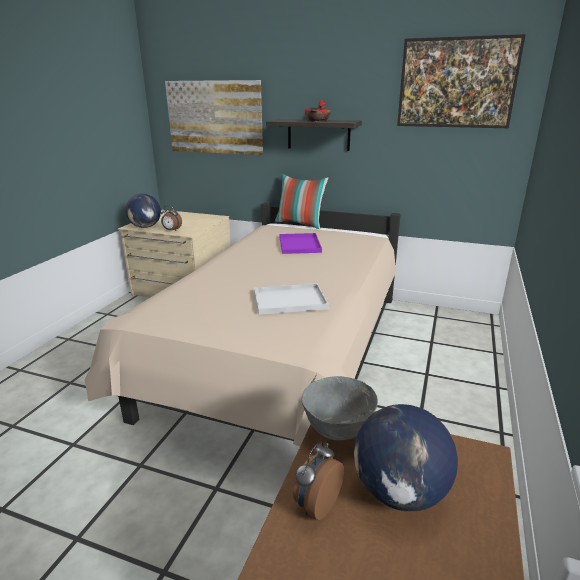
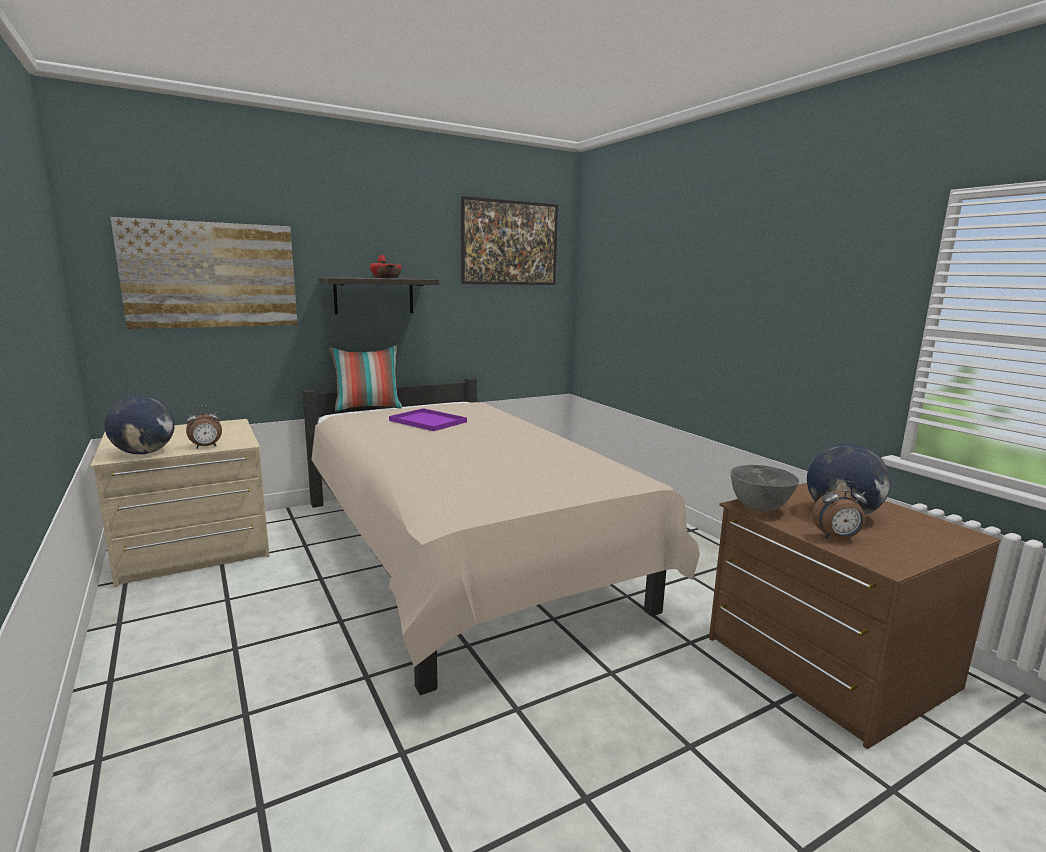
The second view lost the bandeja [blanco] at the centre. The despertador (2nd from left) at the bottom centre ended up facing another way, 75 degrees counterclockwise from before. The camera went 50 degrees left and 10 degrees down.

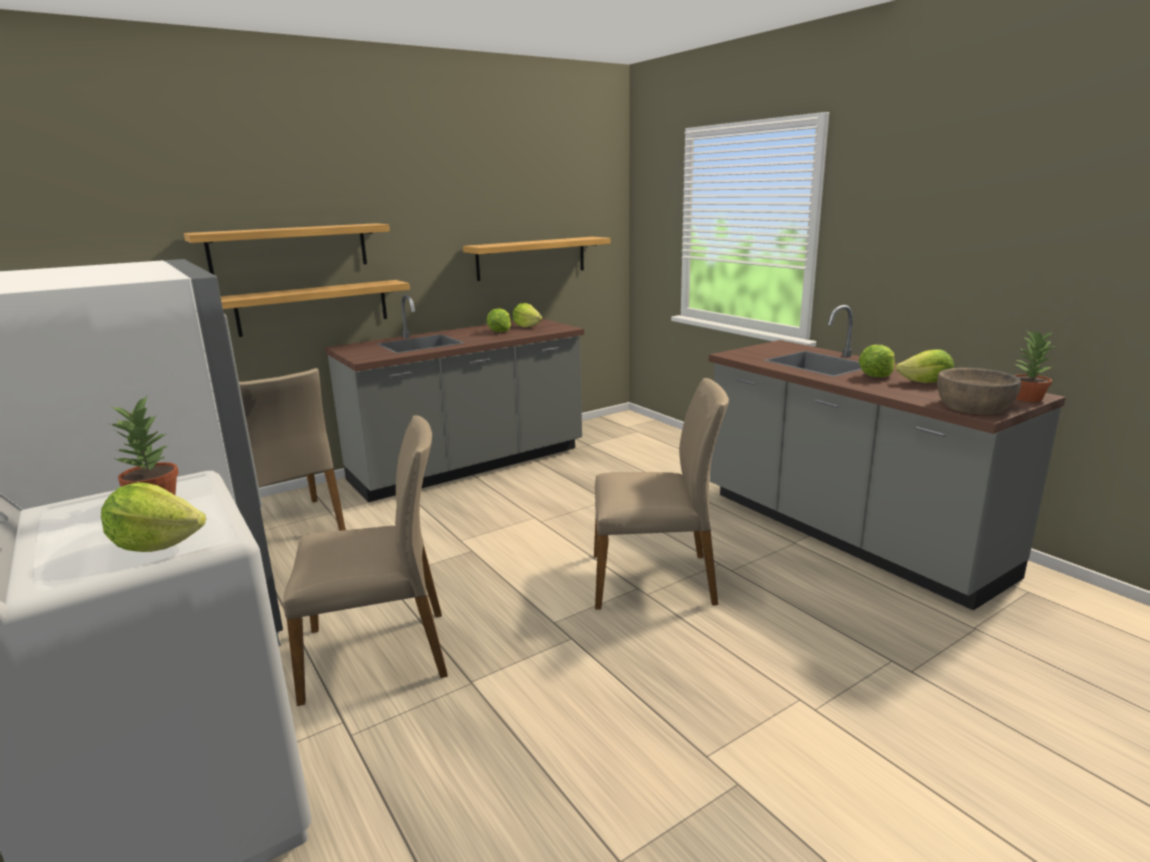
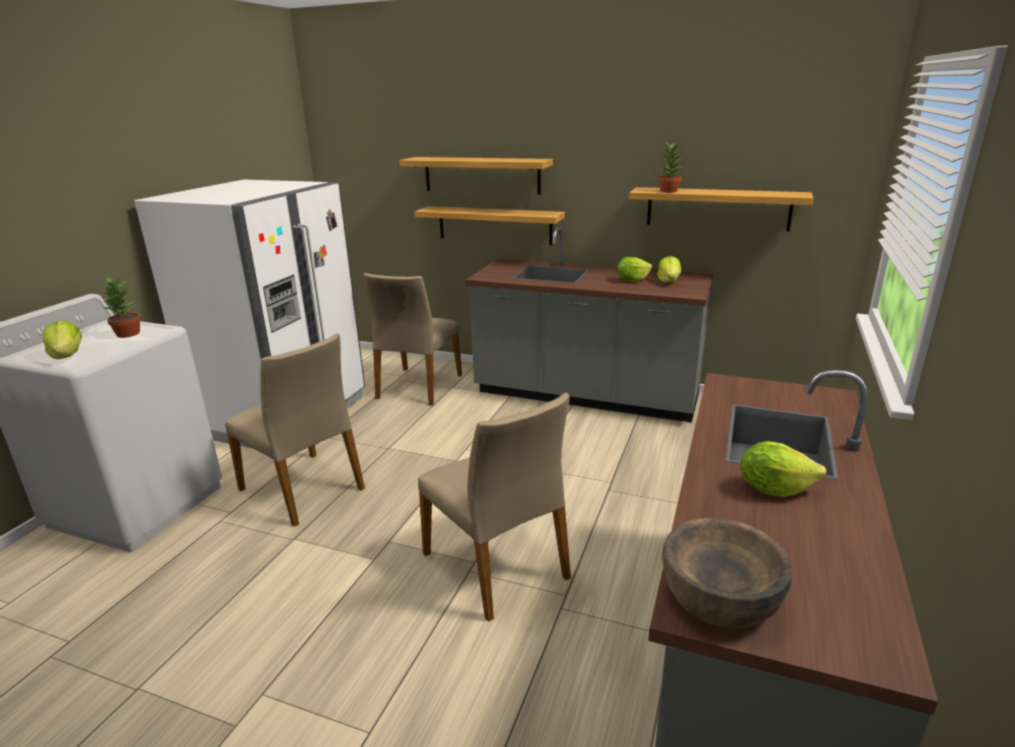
The second view lost the lechuga (5th from left) at the middle right. The planta en maceta (2nd from left) ended up elsewhere, having gone from the middle right to the top centre. The camera went 55 degrees right and 5 degrees up.

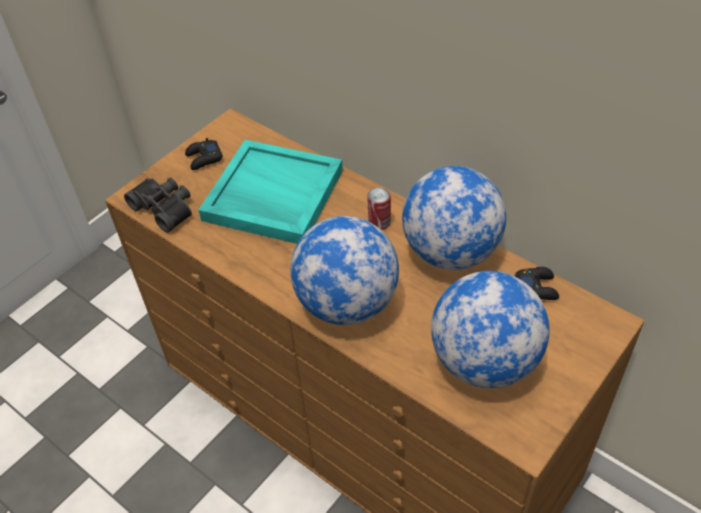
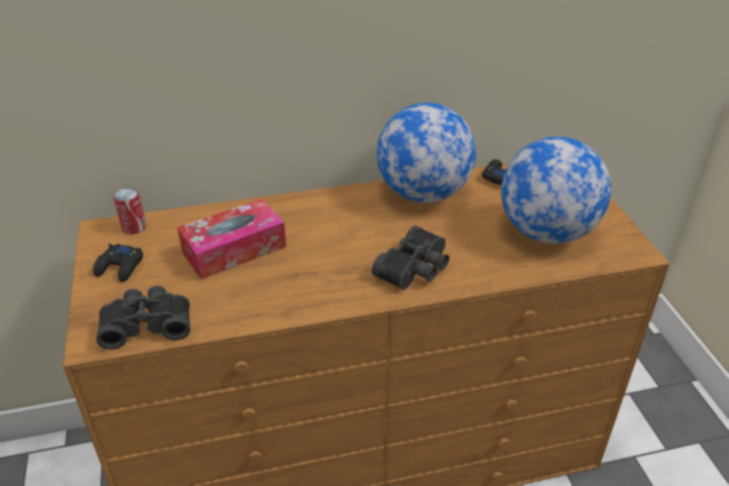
The lata ended up elsewhere, having gone from the centre to the middle left. Where the bandeja [turquesa] stood at the centre, the caja de pañuelos came to stand at the middle left. Where the globo terráqueo (1st from left) stood at the centre, the prismáticos [negro] (2nd from left) came to stand at the centre. The camera went 55 degrees left and 10 degrees down.

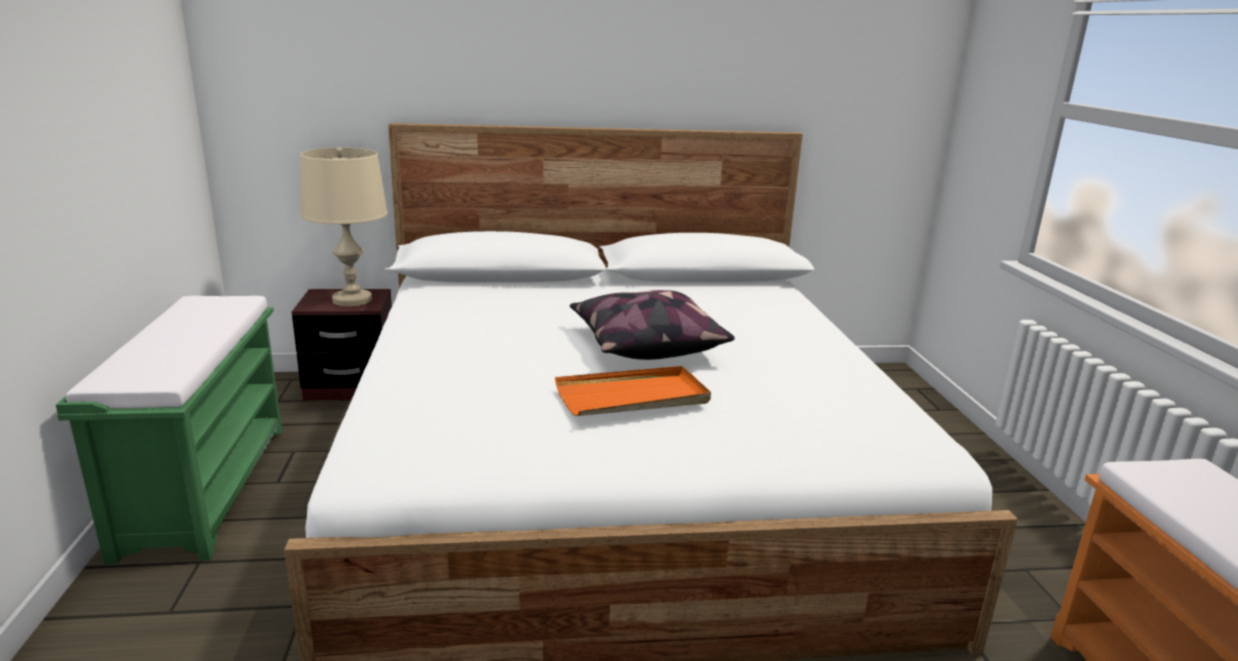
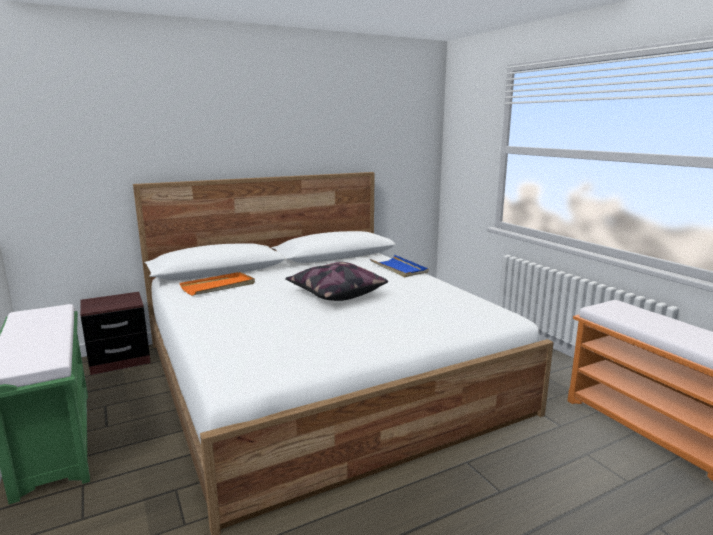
The second view lost the lámpara de mesa [beis] at the middle left. The second view gained the bandeja [azul] at the centre. The bandeja [naranja] ended up elsewhere, having gone from the centre to the middle left. The camera went 20 degrees left and 5 degrees down.

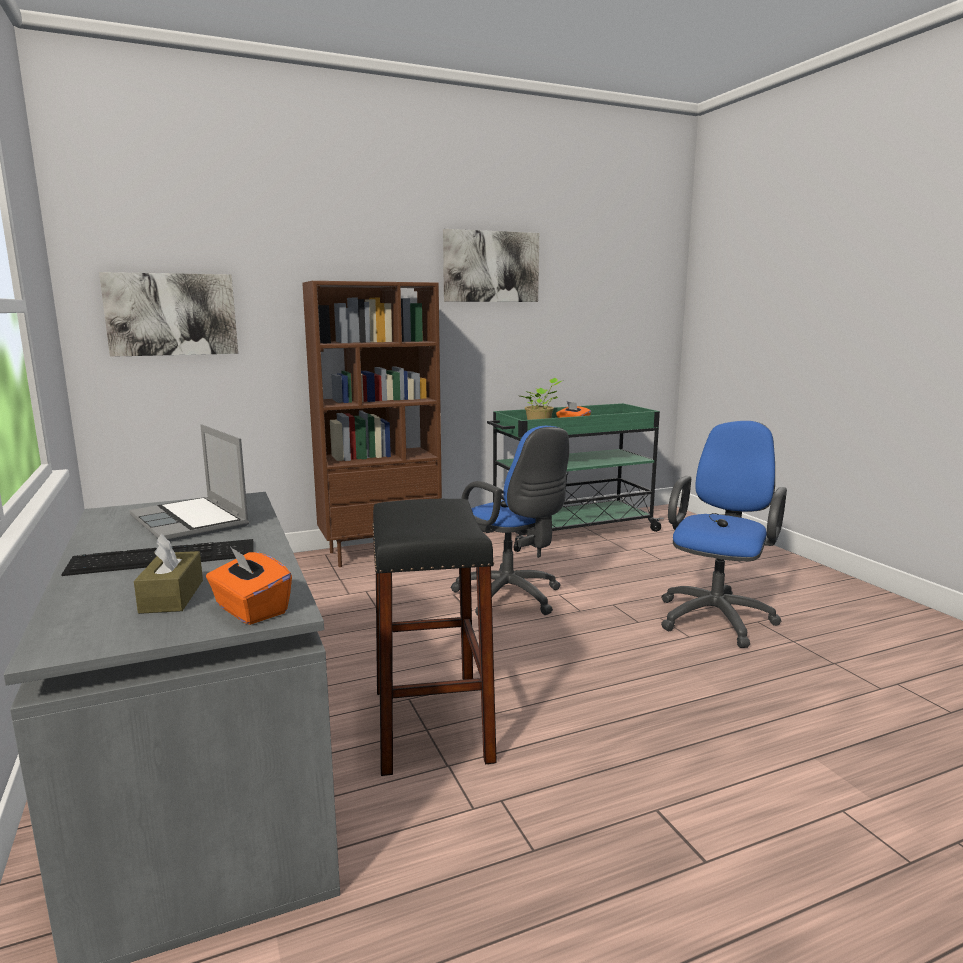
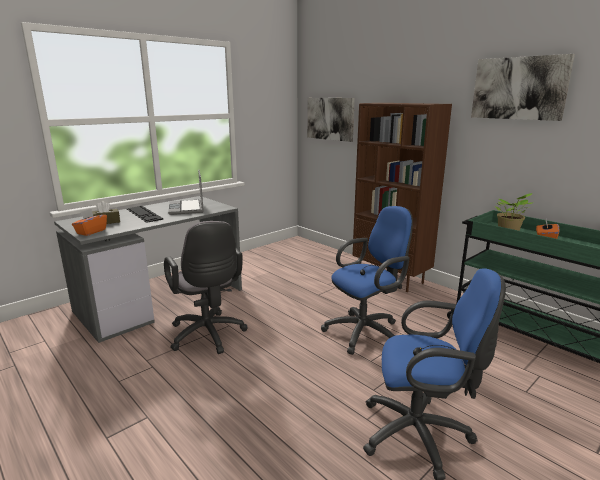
Where the taburete [negro] stood at the centre, the silla de oficina [gris] came to stand at the centre. The portátil at the middle left ended up facing another way, 45 degrees counterclockwise from before. The silla de oficina [azul] (1st from left) at the centre ended up facing another way, 150 degrees counterclockwise from before. The camera went 70 degrees right and 5 degrees up.

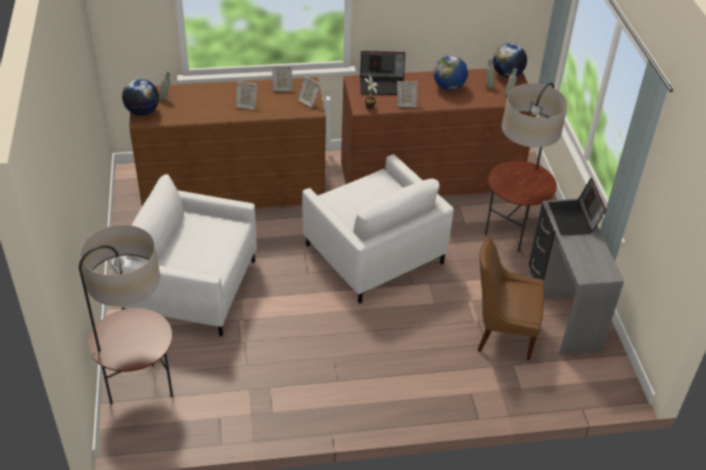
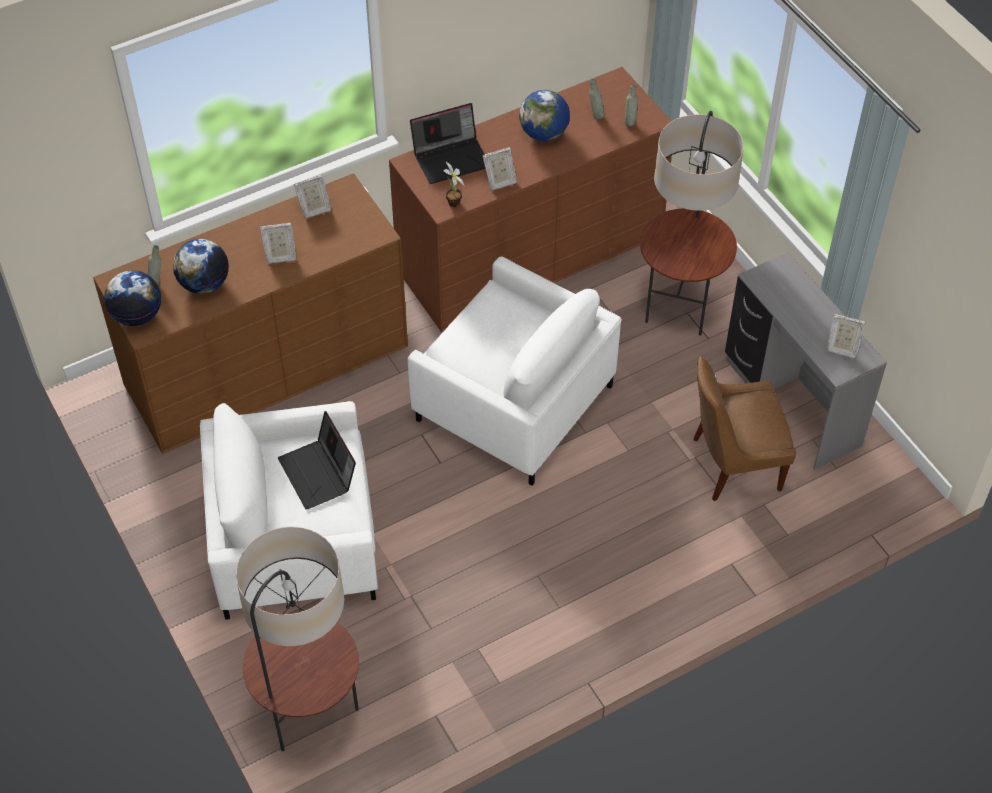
The portarretratos (3rd from left in the first image) ended up elsewhere, having gone from the top centre to the middle right. The globo terráqueo (3rd from left in the first image) ended up elsewhere, having gone from the top right to the middle left. The portátil (2nd from left in the first image) ended up elsewhere, having gone from the middle right to the middle left. The camera went 20 degrees left and 10 degrees up.

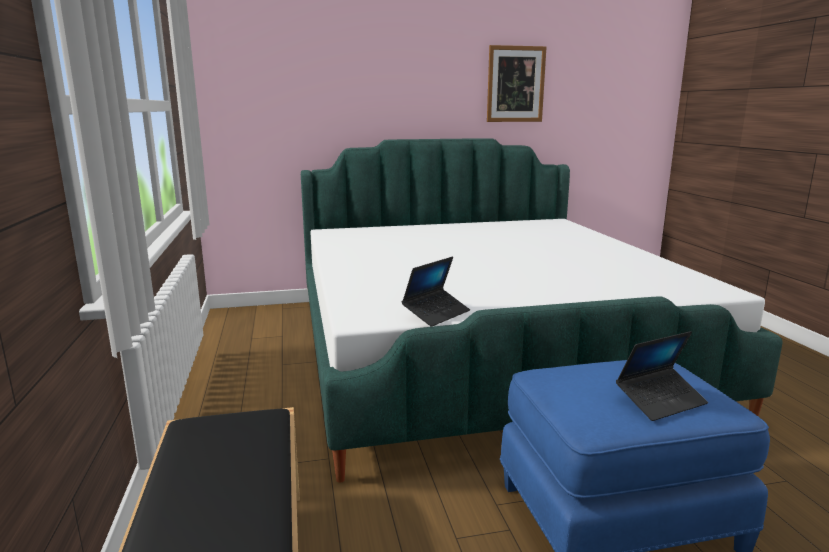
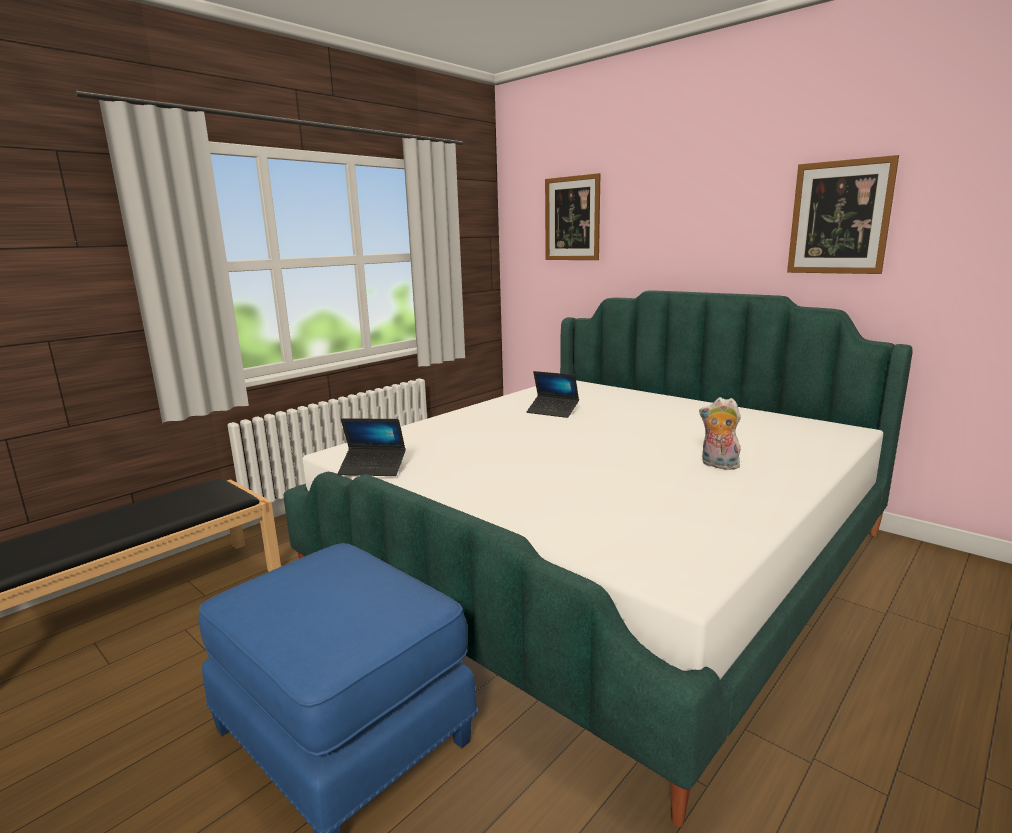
The second view gained the cuadro (1st from left) at the top centre. The second view gained the peluche at the middle right. The portátil (2nd from left) ended up elsewhere, having gone from the bottom right to the centre. The camera went 55 degrees right and 0 degrees up.

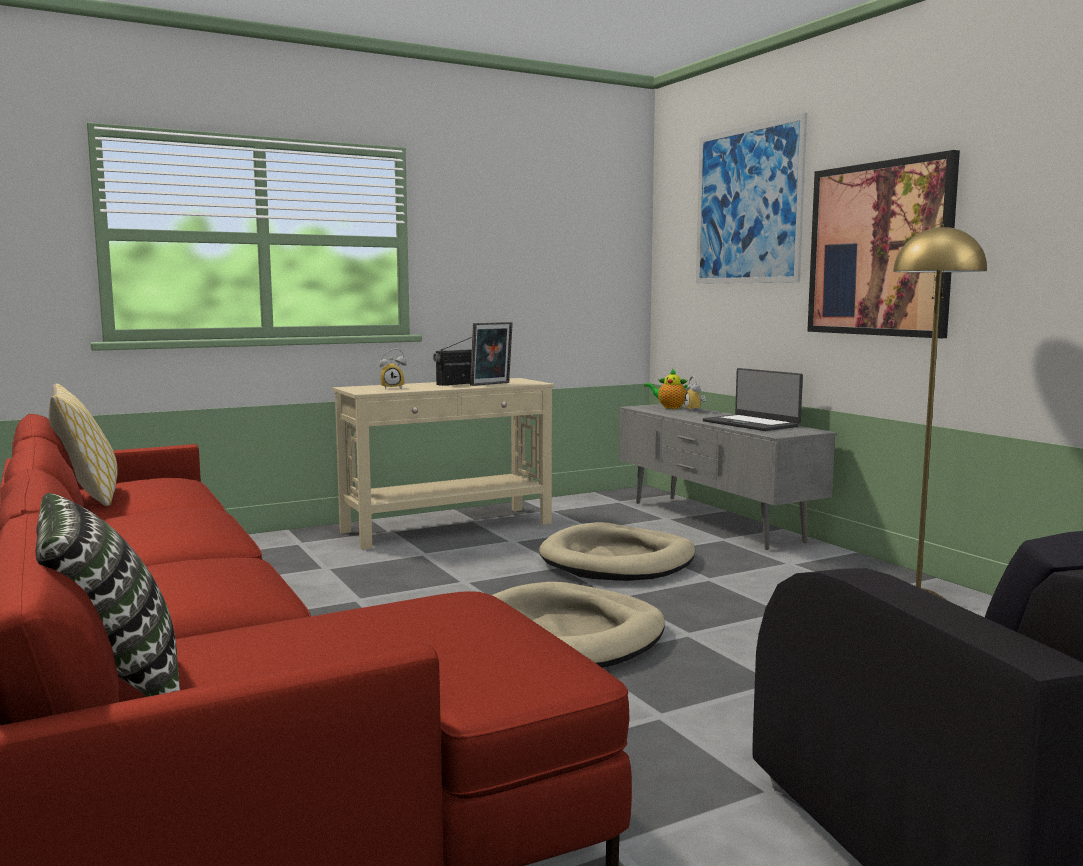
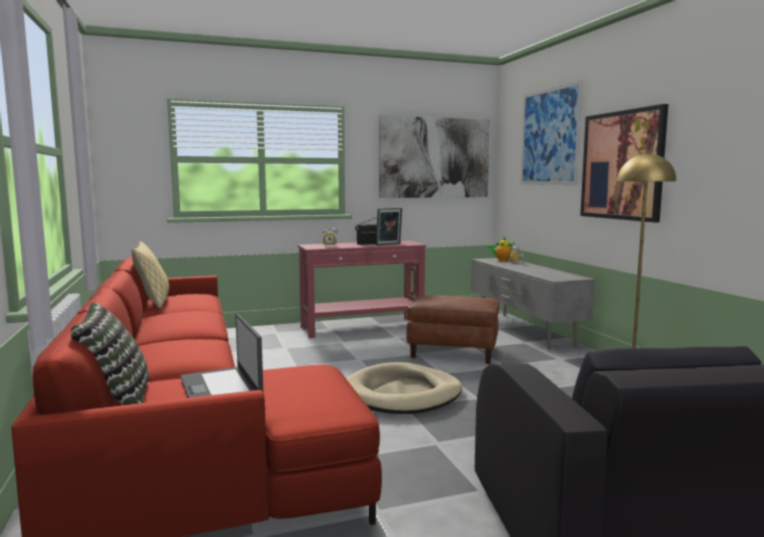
The second view gained the cuadro (1st from left) at the top centre. The portátil ended up elsewhere, having gone from the middle right to the middle left. Where the cama para perro [beis] (2nd from left) stood at the centre, the puf [marrón] came to stand at the centre. What was the mesa consola [beis] at the centre turned into the mesa consola [rojo] at the centre. The camera went 10 degrees right and 0 degrees up.

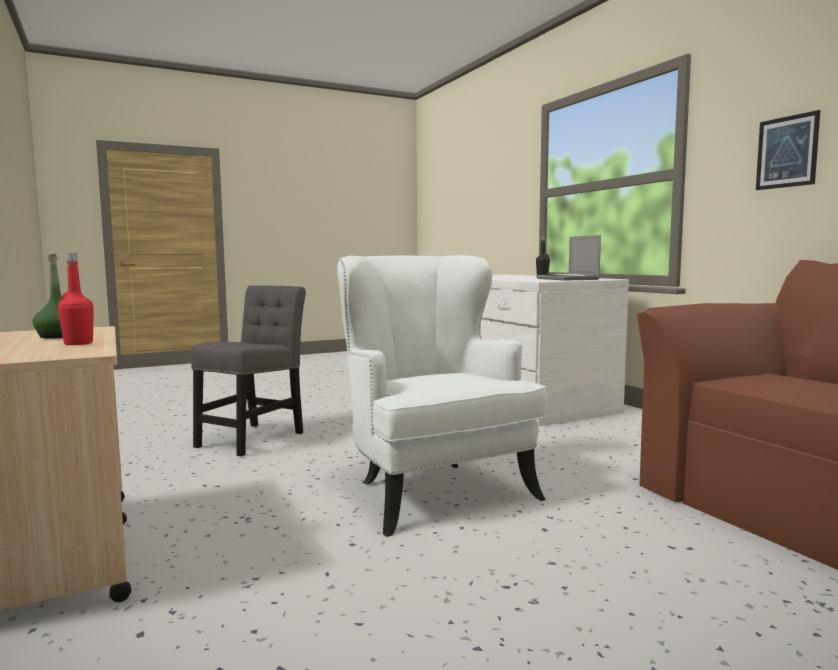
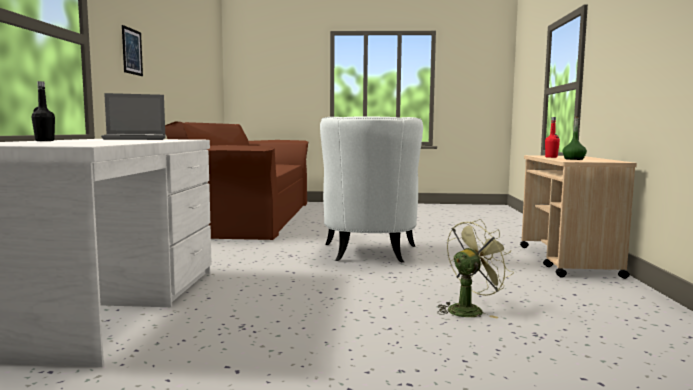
Where the silla [gris] stood at the middle left, the ventilador [verde] came to stand at the bottom right. The portátil at the middle right ended up facing another way, 60 degrees clockwise from before. The camera went 150 degrees left and 0 degrees up.

